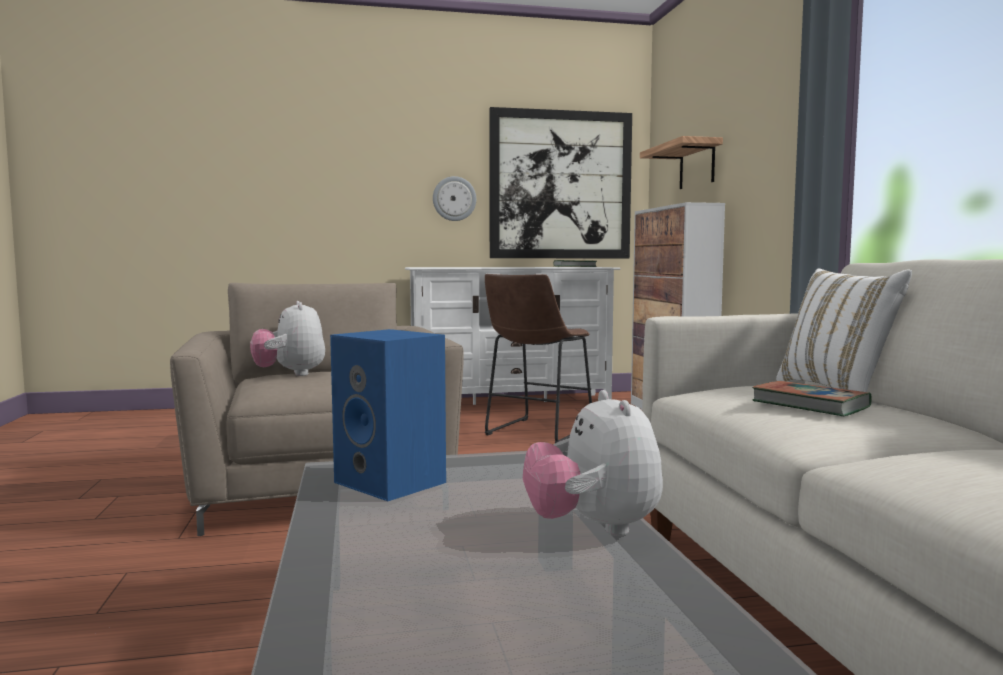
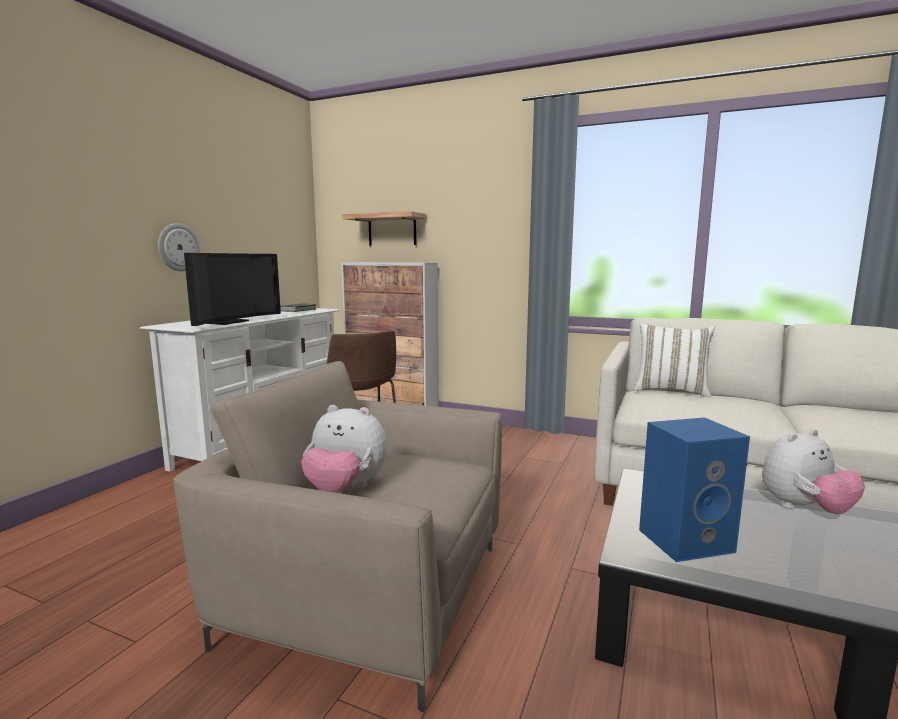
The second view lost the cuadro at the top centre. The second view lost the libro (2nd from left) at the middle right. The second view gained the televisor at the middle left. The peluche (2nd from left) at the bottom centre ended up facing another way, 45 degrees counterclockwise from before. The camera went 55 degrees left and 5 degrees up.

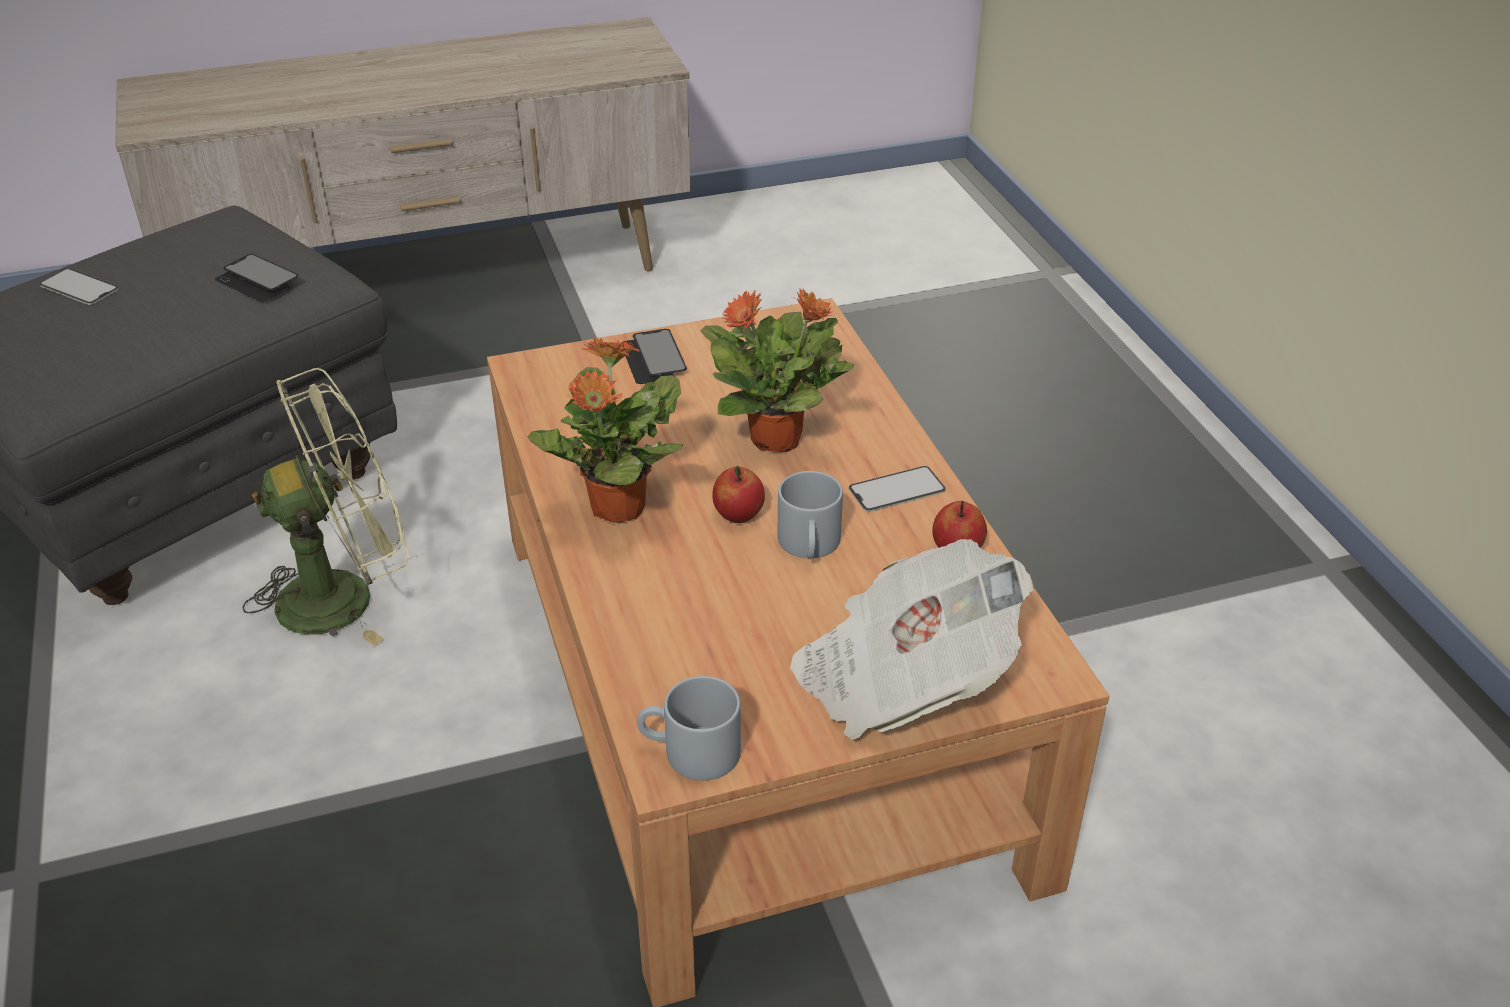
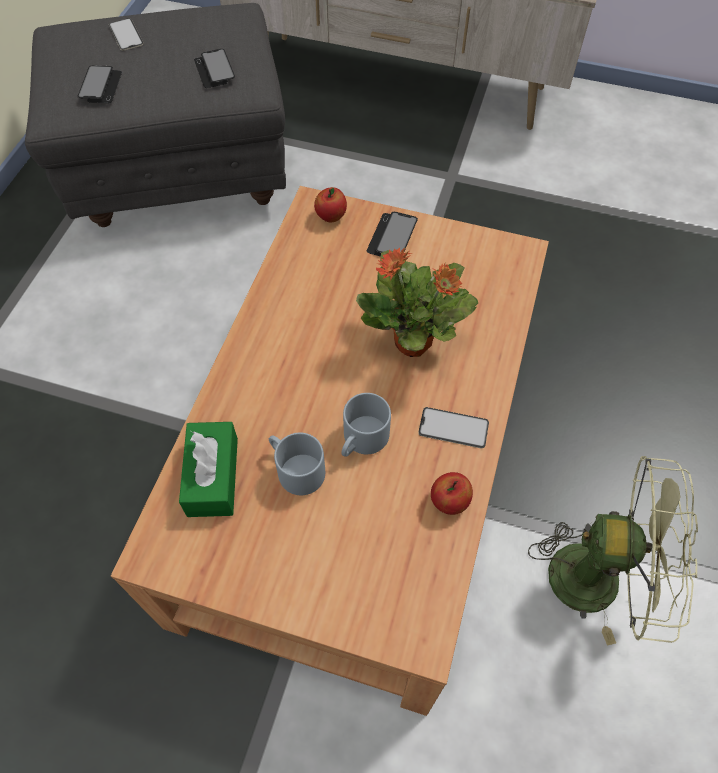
The second view lost the planta en maceta (1st from left) at the centre. The second view lost the periódico at the centre. The second view gained the móvil (1st from left) at the top left. The second view gained the caja de pañuelos [verde] at the middle left. The ventilador [verde] ended up elsewhere, having gone from the middle left to the bottom right. The taza grande [gris] (1st from left) ended up elsewhere, having gone from the bottom centre to the centre. The manzana (1st from left) ended up elsewhere, having gone from the centre to the top centre. The camera went 35 degrees right and 20 degrees up.

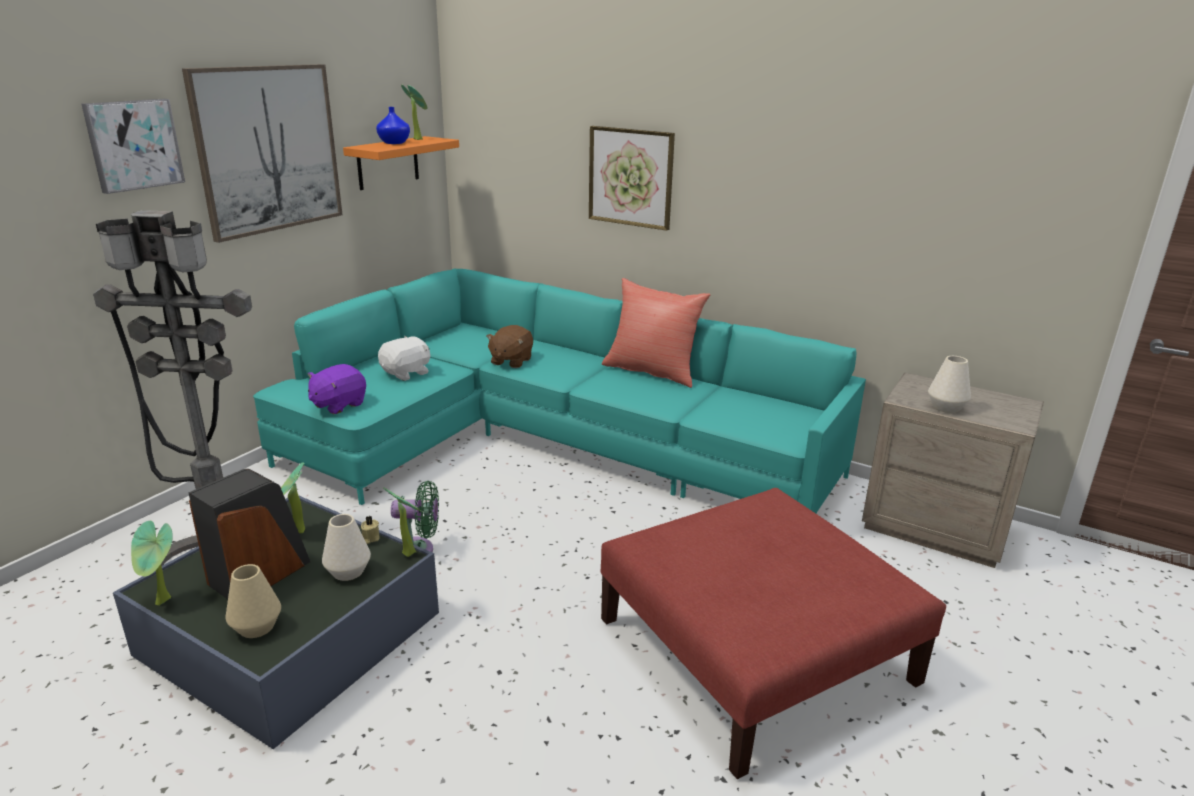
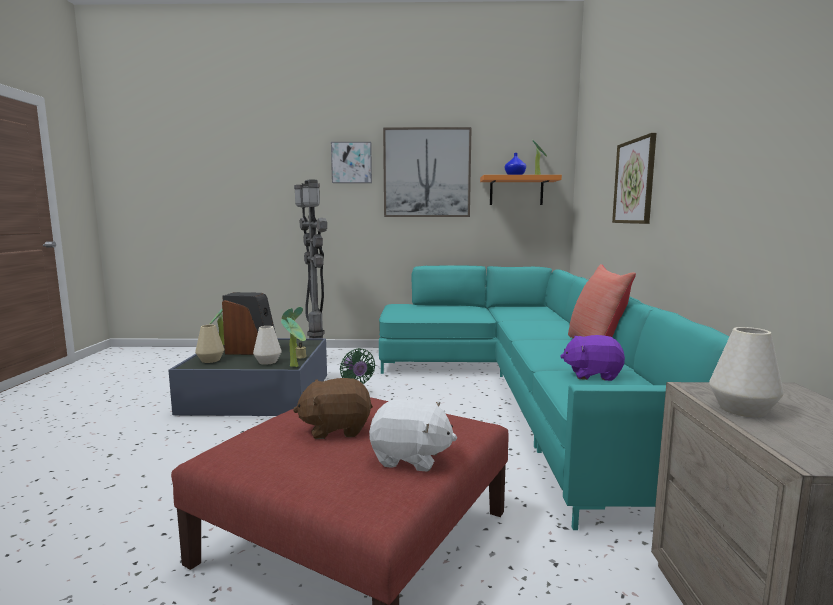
The peluche [morado] ended up elsewhere, having gone from the middle left to the middle right. The peluche [blanco] ended up elsewhere, having gone from the centre to the bottom centre. The peluche [marrón] ended up elsewhere, having gone from the centre to the bottom centre. The camera went 60 degrees right and 15 degrees down.

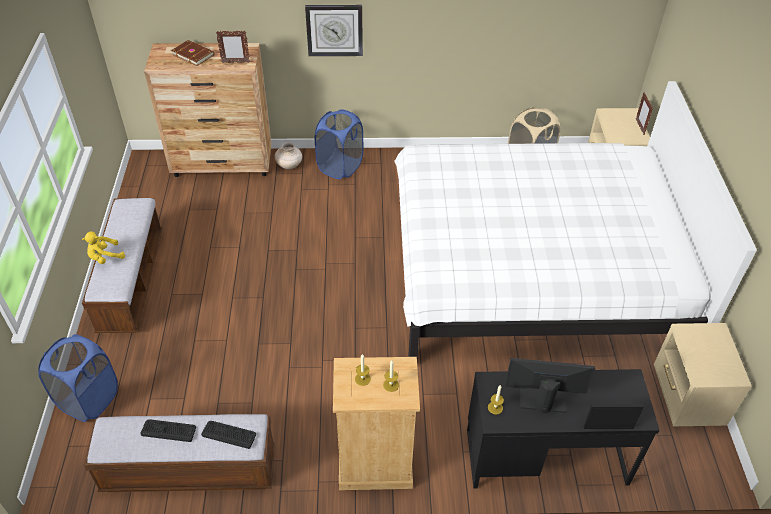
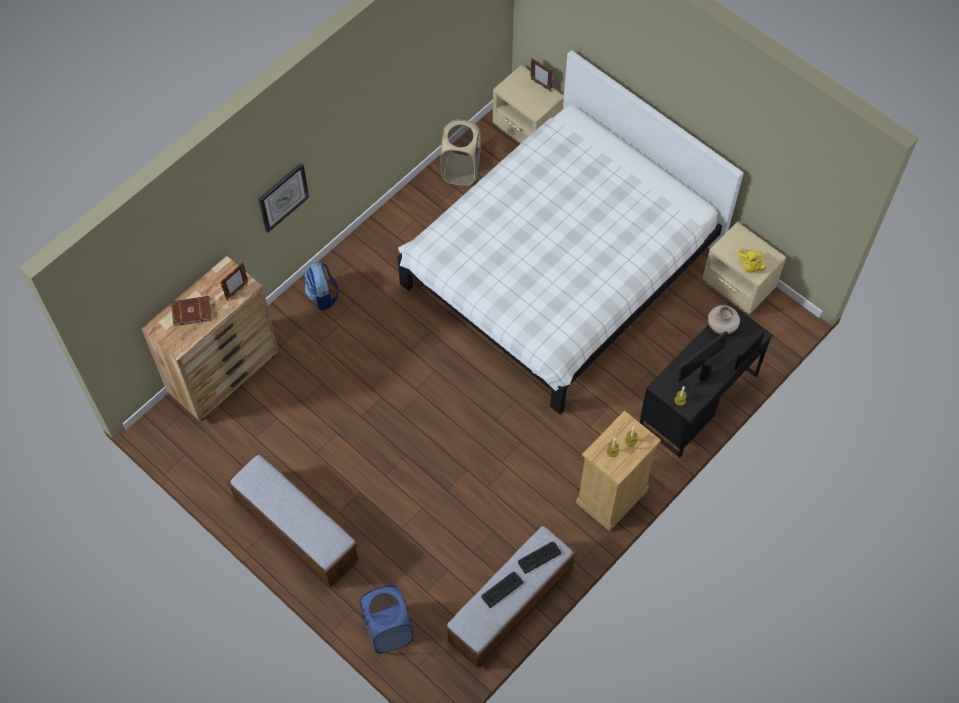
The peluche [amarillo] ended up elsewhere, having gone from the middle left to the middle right. The florero [beis] ended up elsewhere, having gone from the top centre to the middle right. Where the cesto de la ropa [azul] (2nd from left) stood at the top centre, the mochila came to stand at the centre. The camera went 45 degrees left and 15 degrees up.

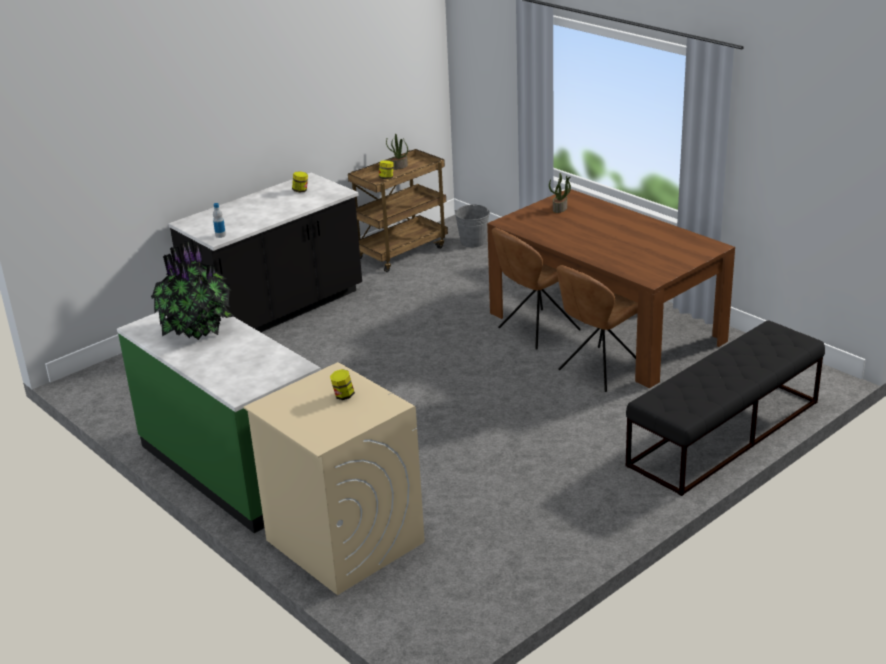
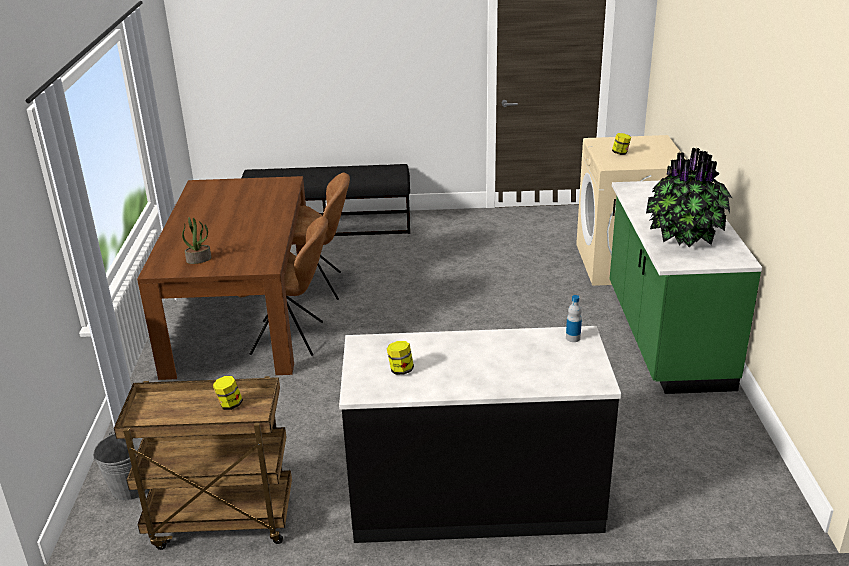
The second view lost the planta en maceta (2nd from left) at the top centre. The camera went 140 degrees left and 0 degrees up.

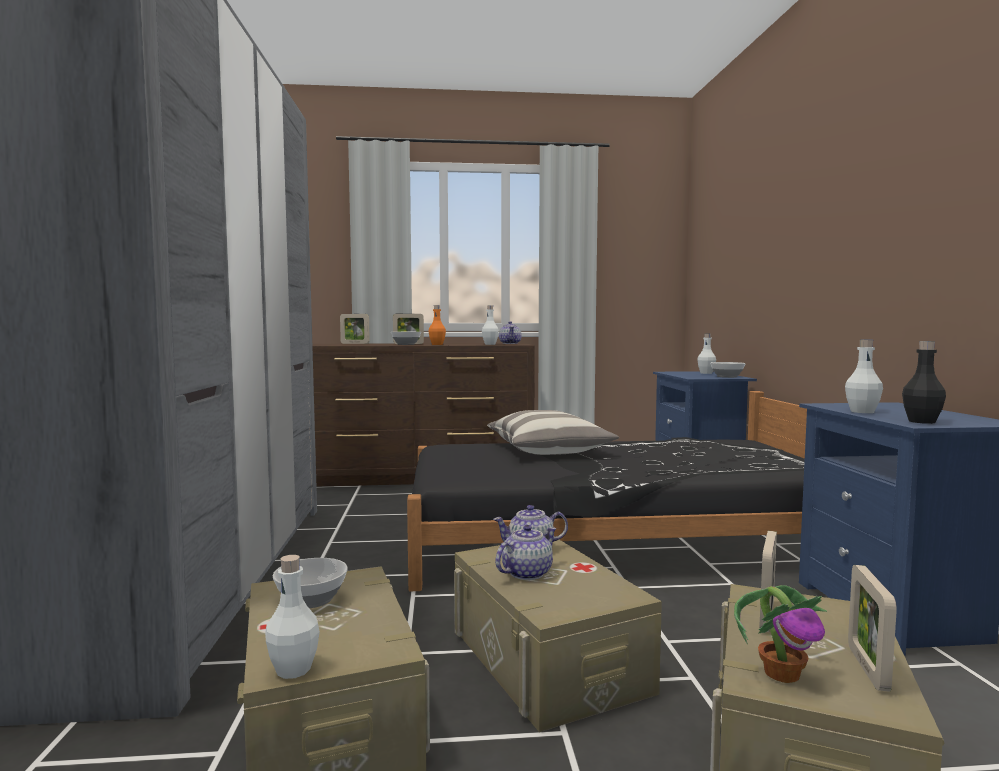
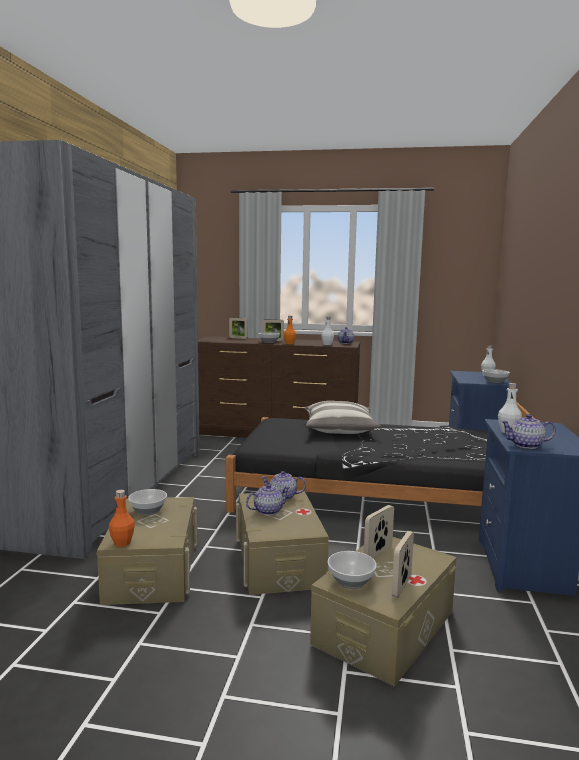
Where the planta en maceta stood at the bottom right, the cuenco (3rd from left) came to stand at the bottom centre. Where the botella [negro] stood at the middle right, the tetera (4th from left) came to stand at the middle right. What was the botella [blanco] (1st from left) at the bottom left turned into the botella [naranja] (1st from left) at the bottom left. The camera went 15 degrees right and 5 degrees up.

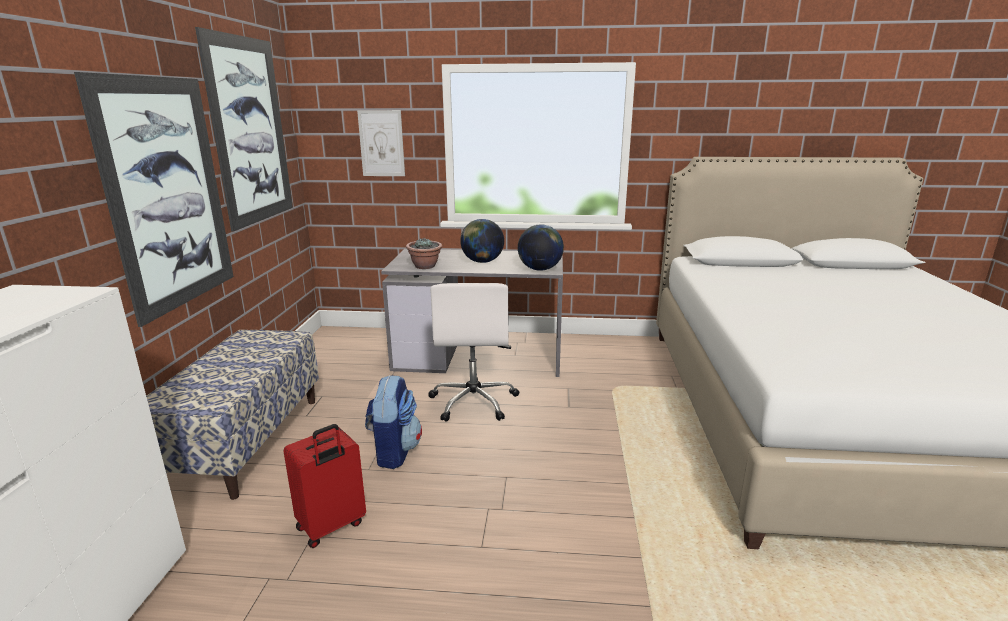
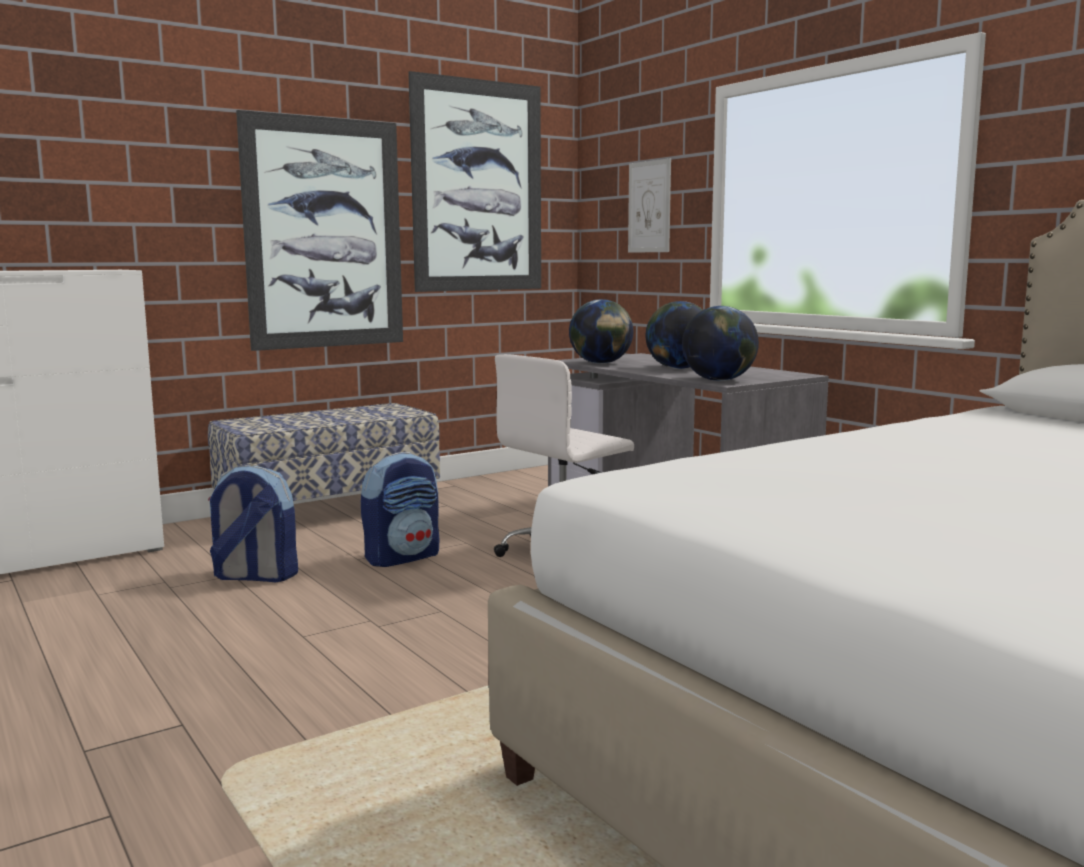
Where the maleta [rojo] stood at the bottom left, the mochila (1st from left) came to stand at the middle left. Where the planta en maceta stood at the centre, the globo terráqueo (1st from left) came to stand at the centre. The camera went 50 degrees right and 10 degrees down.

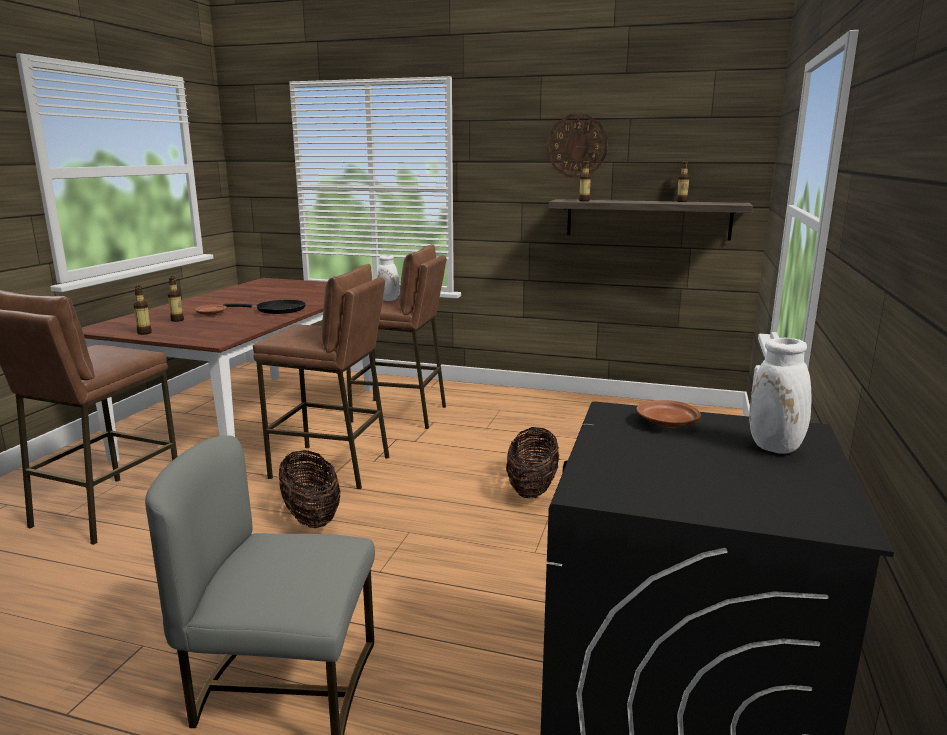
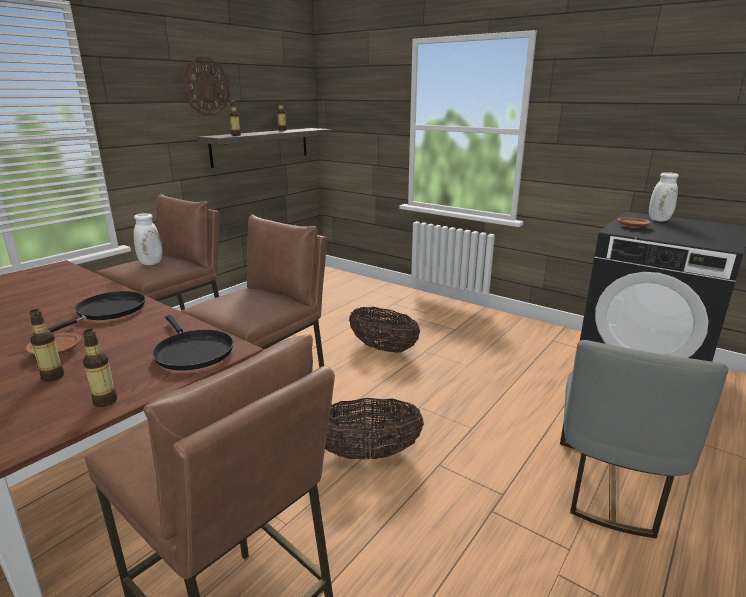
The second view gained the sartén [negro] (2nd from left) at the middle left. The camera went 70 degrees left and 5 degrees up.

